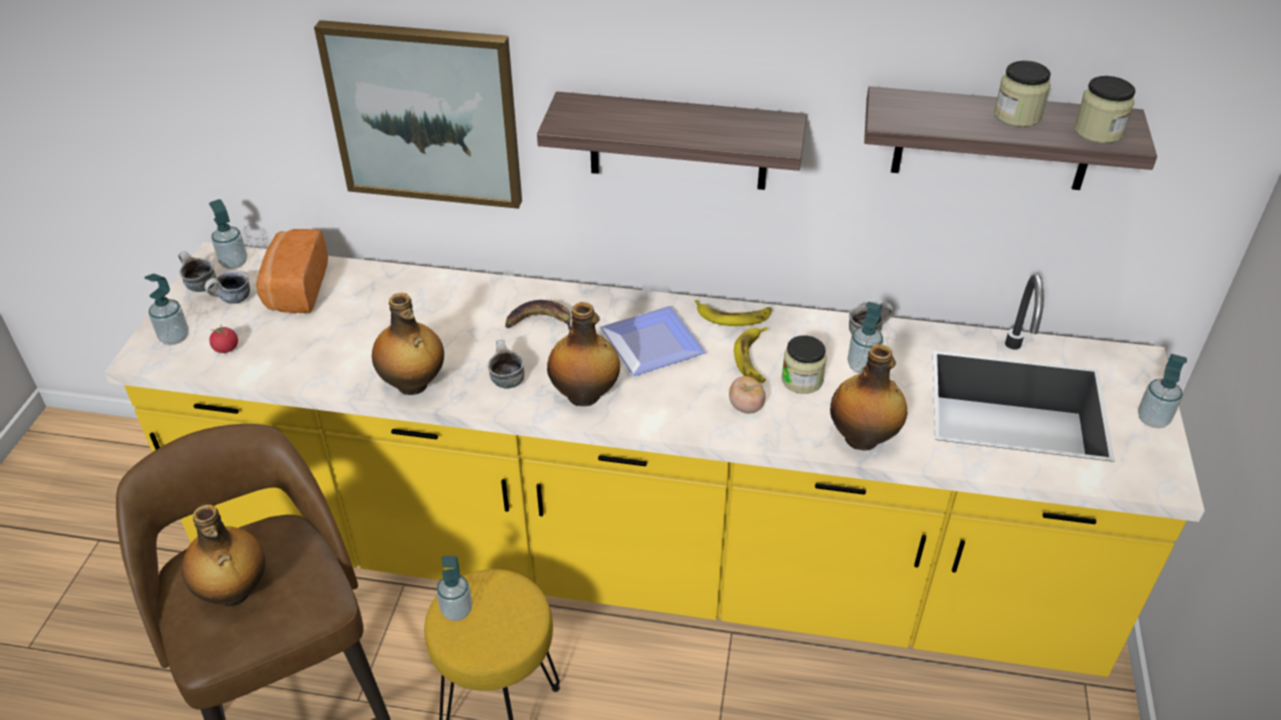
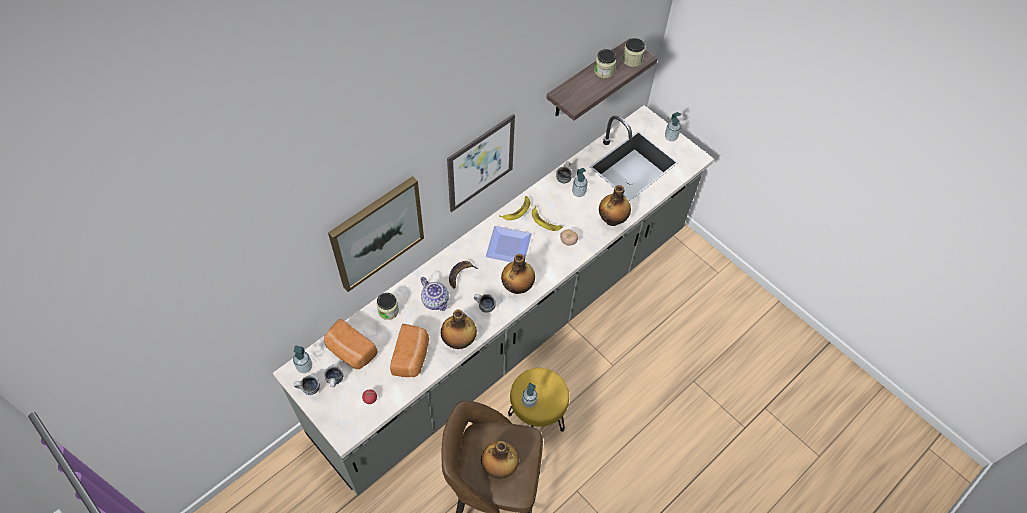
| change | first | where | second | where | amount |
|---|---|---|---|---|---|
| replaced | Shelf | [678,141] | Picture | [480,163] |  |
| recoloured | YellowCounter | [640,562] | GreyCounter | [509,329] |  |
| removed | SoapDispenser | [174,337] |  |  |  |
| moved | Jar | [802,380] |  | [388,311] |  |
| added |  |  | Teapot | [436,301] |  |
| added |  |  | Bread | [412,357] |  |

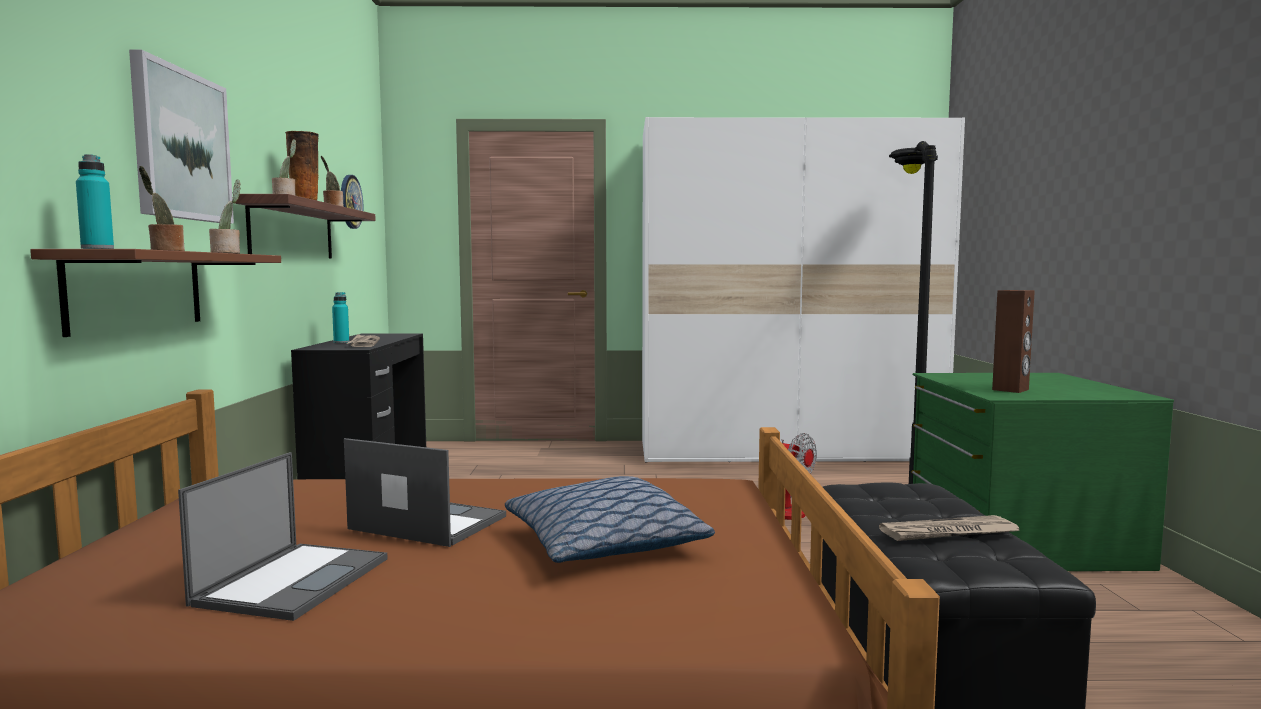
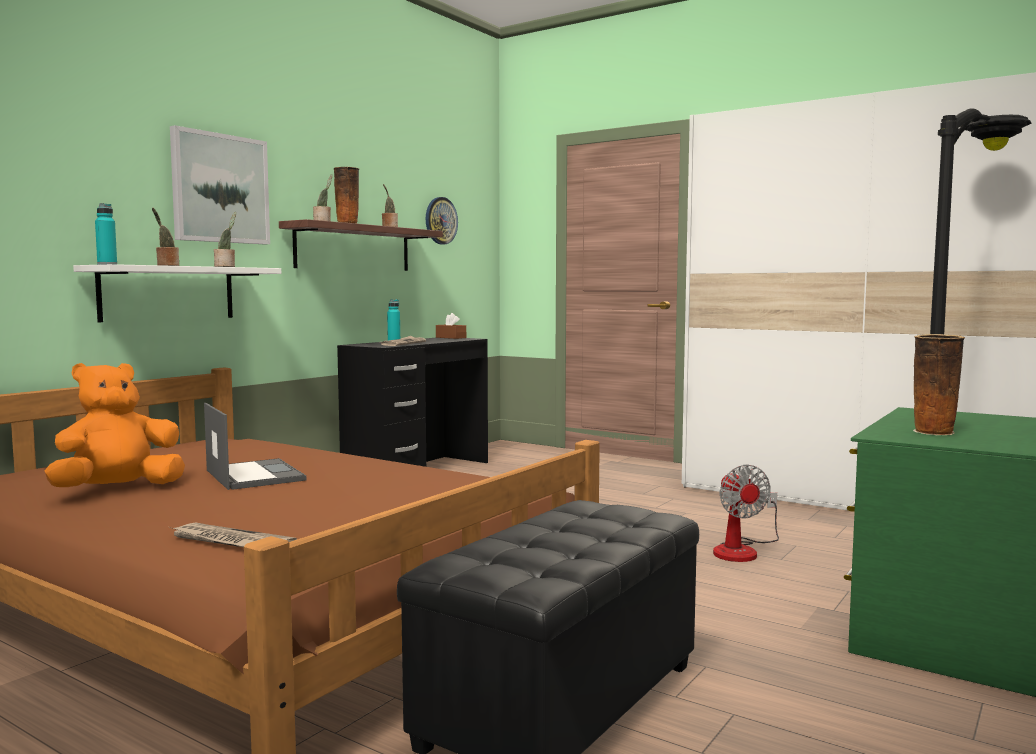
| change | first | where | second | where | amount |
|---|---|---|---|---|---|
| recoloured | BrownShelf | [137,290] | WhiteShelf | [168,293] |  |
| replaced | BrownSpeaker | [1011,390] | Vase | [934,432] |  |
| replaced | Laptop | [294,580] | OrangePlushToy | [118,490] |  |
| removed | Pillow | [605,544] |  |  |  |
| moved | Newspaper | [948,533] |  | [230,542] |  |
| added |  |  | BrownTissueBox | [451,337] |  |

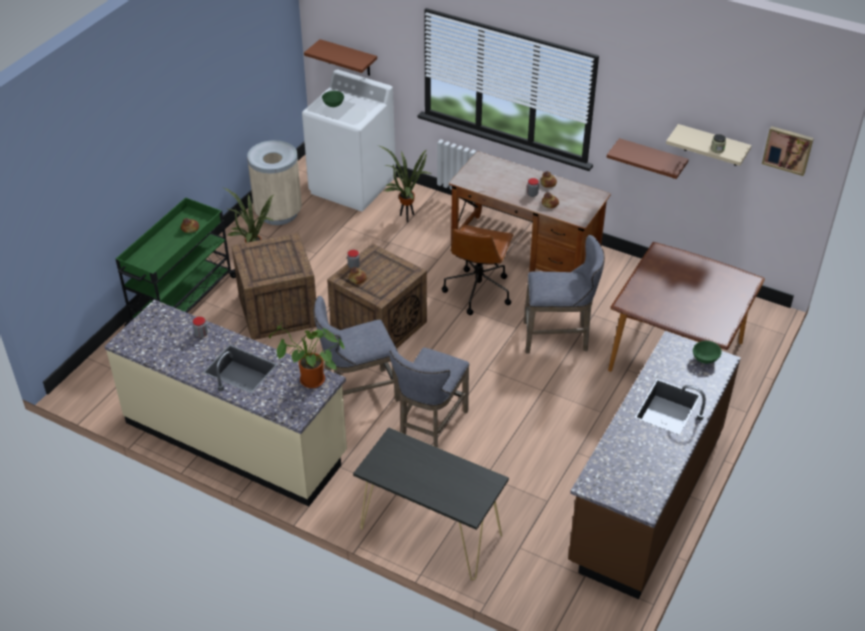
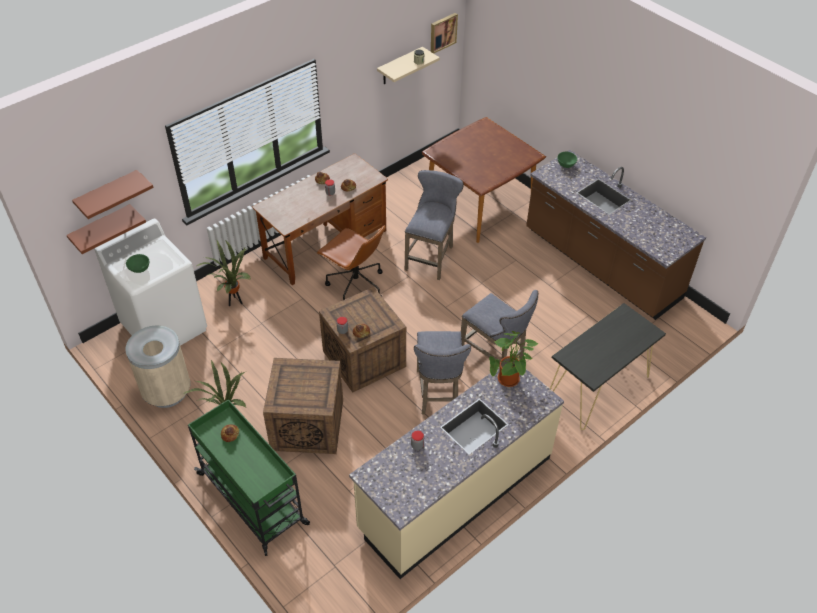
| change | first | where | second | where | amount |
|---|---|---|---|---|---|
| moved | BrownShelf | [651,159] |  | [108,194] |  |

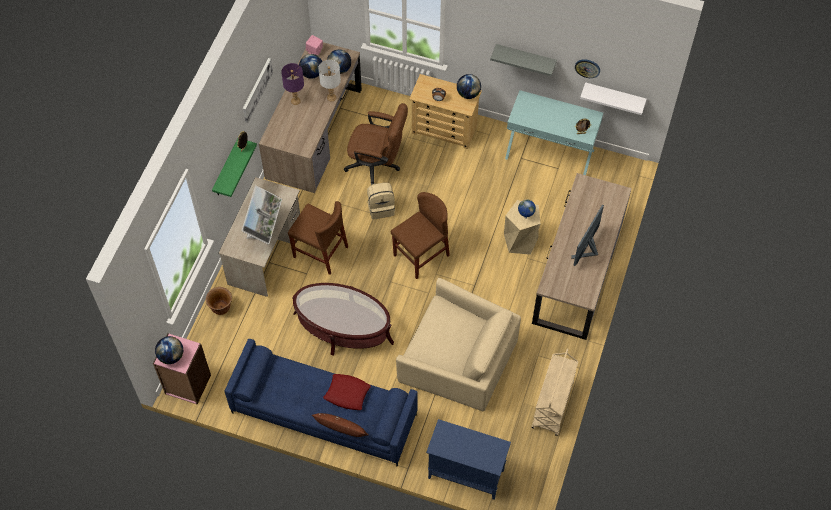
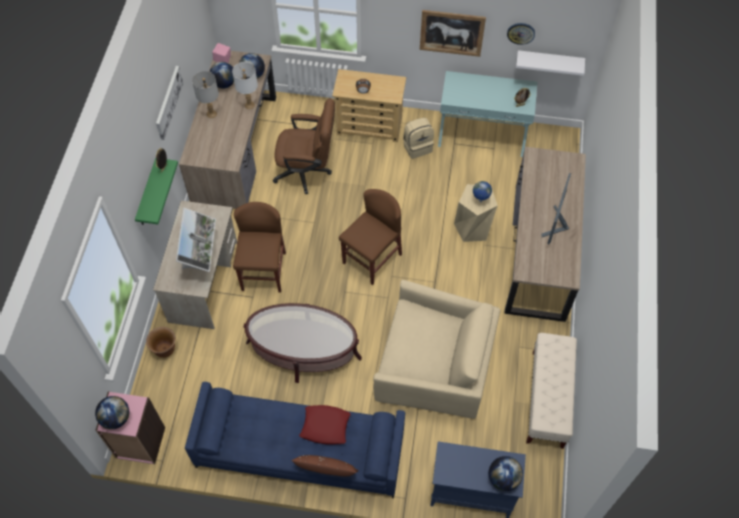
| change | first | where | second | where | amount |
|---|---|---|---|---|---|
| replaced | GreyShelf | [525,58] | Picture | [452,33] |  |
| recoloured | PurpleTableLamp | [296,101] | GreyTableLamp | [211,114] |  |
| moved | Globe | [468,94] |  | [503,478] |  |
| moved | BeigeBackpack | [381,208] |  | [417,147] |  |
| turned | BrownChair | [320,252] |  | [263,271] | 105 degrees counterclockwise |
| replaced | BeigeCart | [553,405] | BeigeBench | [547,399] |  |

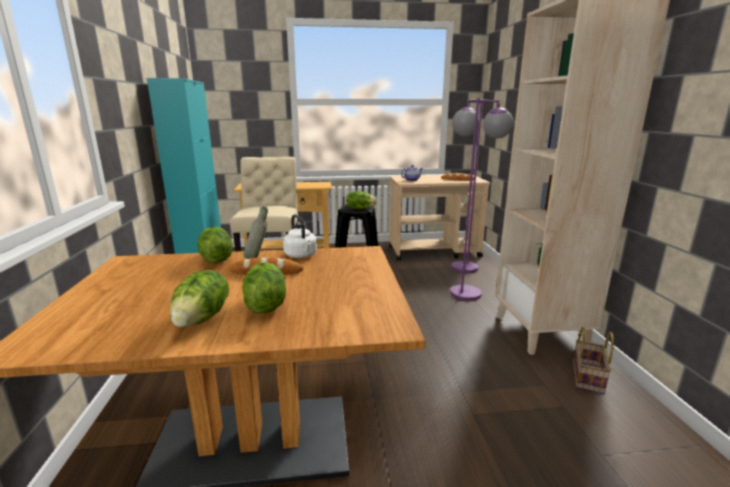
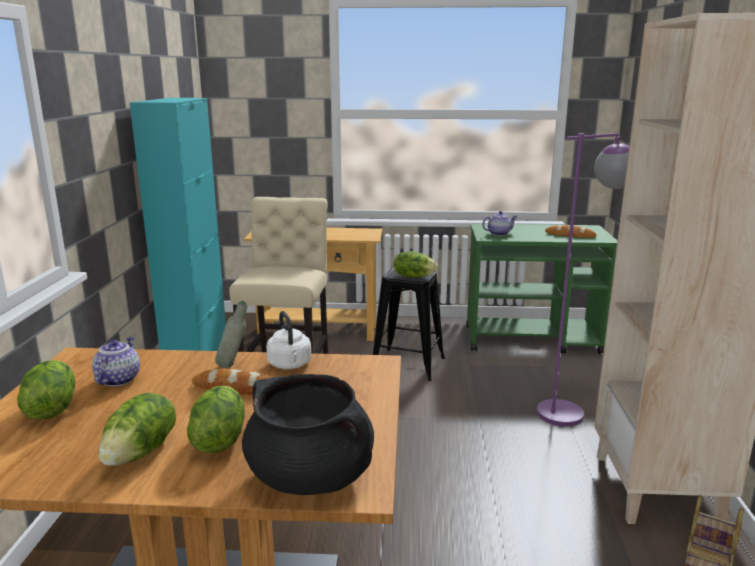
| change | first | where | second | where | amount |
|---|---|---|---|---|---|
| removed | PurpleFloorLamp | [460,271] |  |  |  |
| recoloured | BeigeCart | [434,252] | GreenCart | [532,340] |  |
| moved | Lettuce | [215,259] |  | [51,409] |  |
| added |  |  | Teapot | [118,379] |  |
| added |  |  | BlackCookingPot | [311,476] |  |

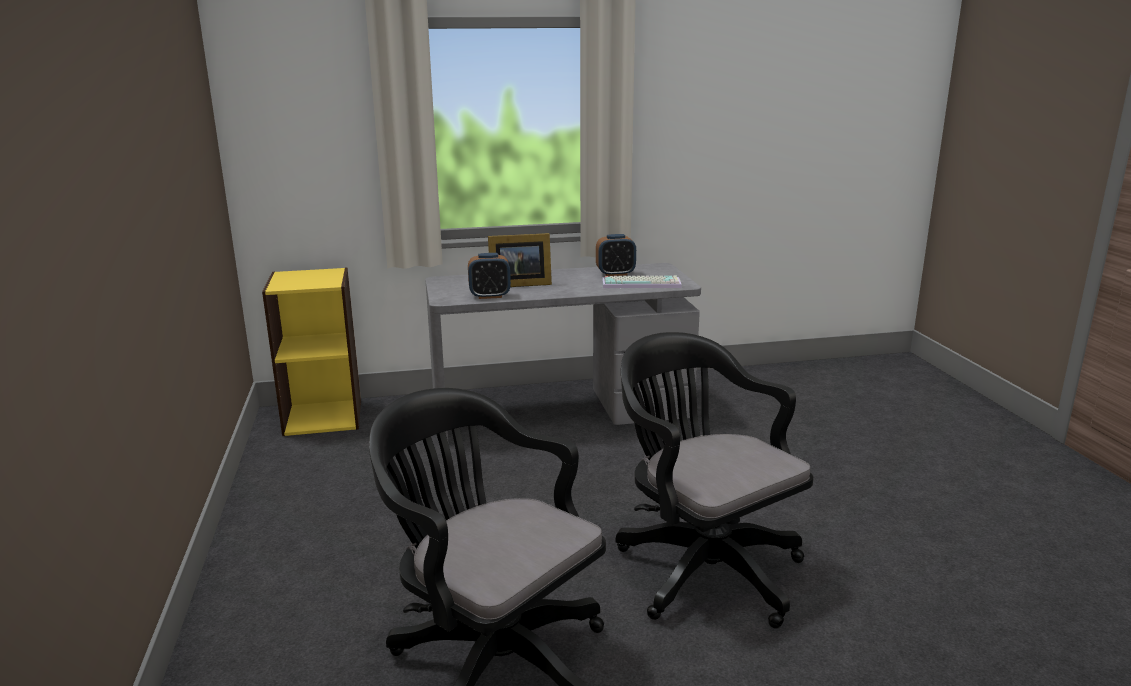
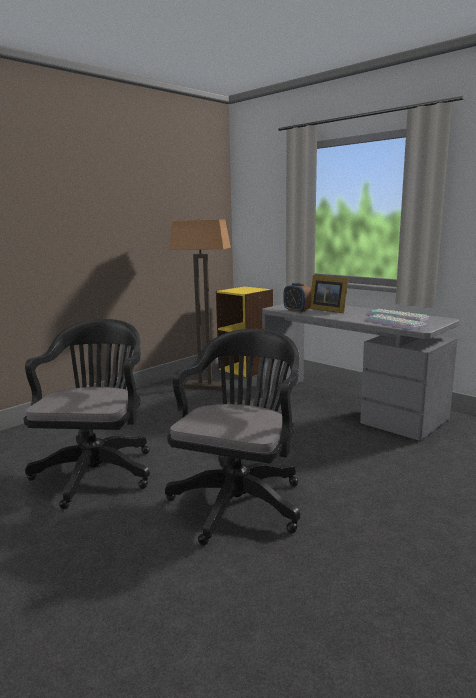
| change | first | where | second | where | amount |
|---|---|---|---|---|---|
| replaced | AlarmClock | [615,274] | Keyboard | [398,316] |  |
| added |  |  | FloorLamp | [206,386] |  |

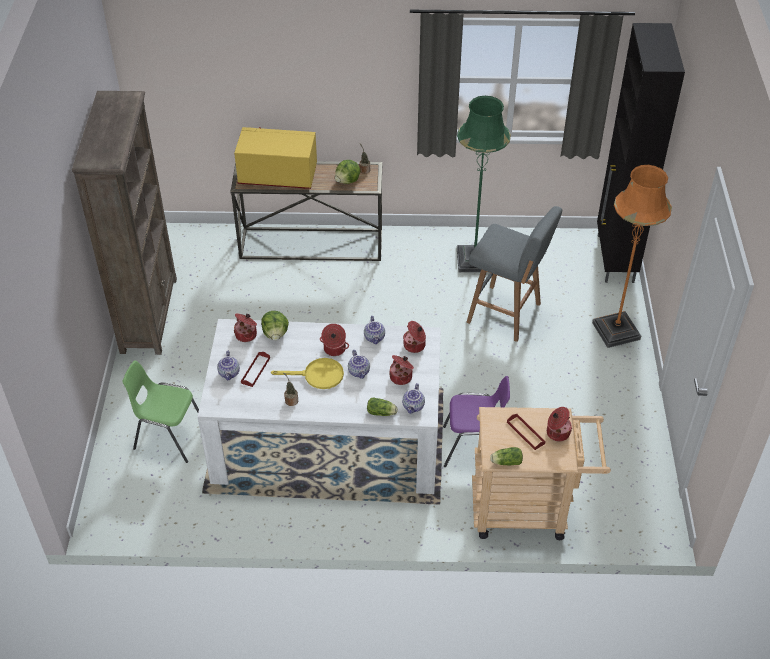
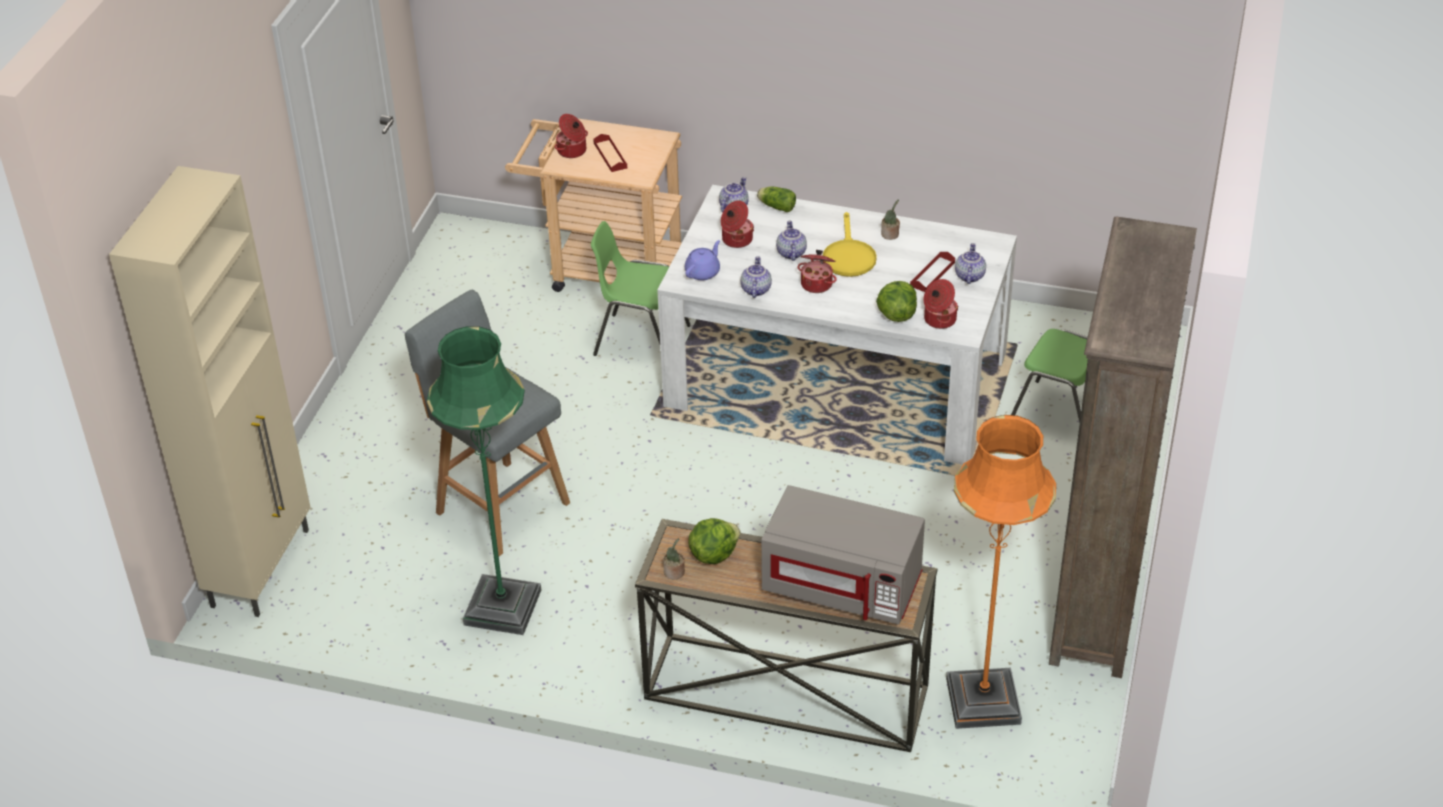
| change | first | where | second | where | amount |
|---|---|---|---|---|---|
| recoloured | BlackCabinet | [615,259] | BeigeCabinet | [262,567] |  |
| recoloured | YellowMicrowave | [277,176] | GreyMicrowave | [843,585] |  |
| moved | OrangeFloorLamp | [616,331] |  | [983,701] |  |
| replaced | CookingPot | [415,345] | PurpleTeapot | [703,272] |  |
| turned | YellowFryingPan | [317,376] |  | [848,256] | 105 degrees counterclockwise |
| recoloured | PurpleChair | [473,447] | GreenChair | [640,340] |  |
| removed | Lettuce | [505,462] |  |  |  |

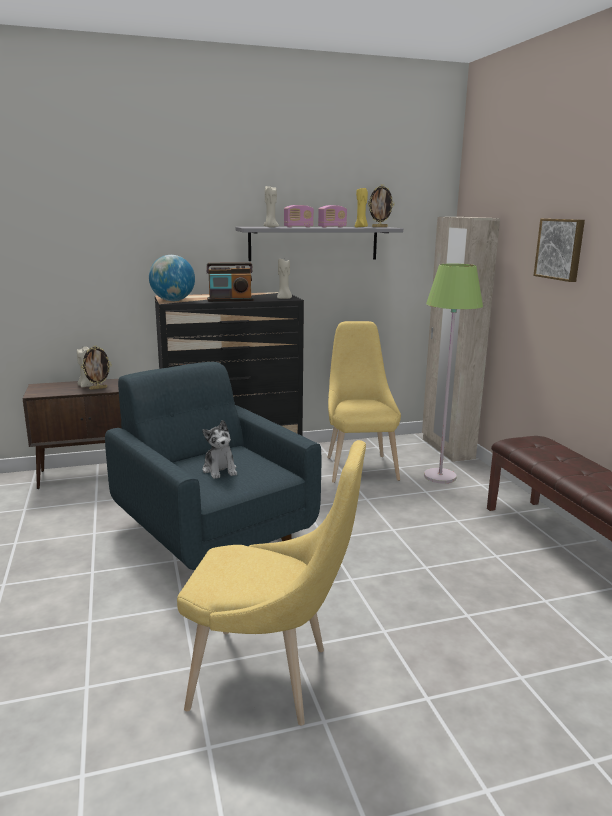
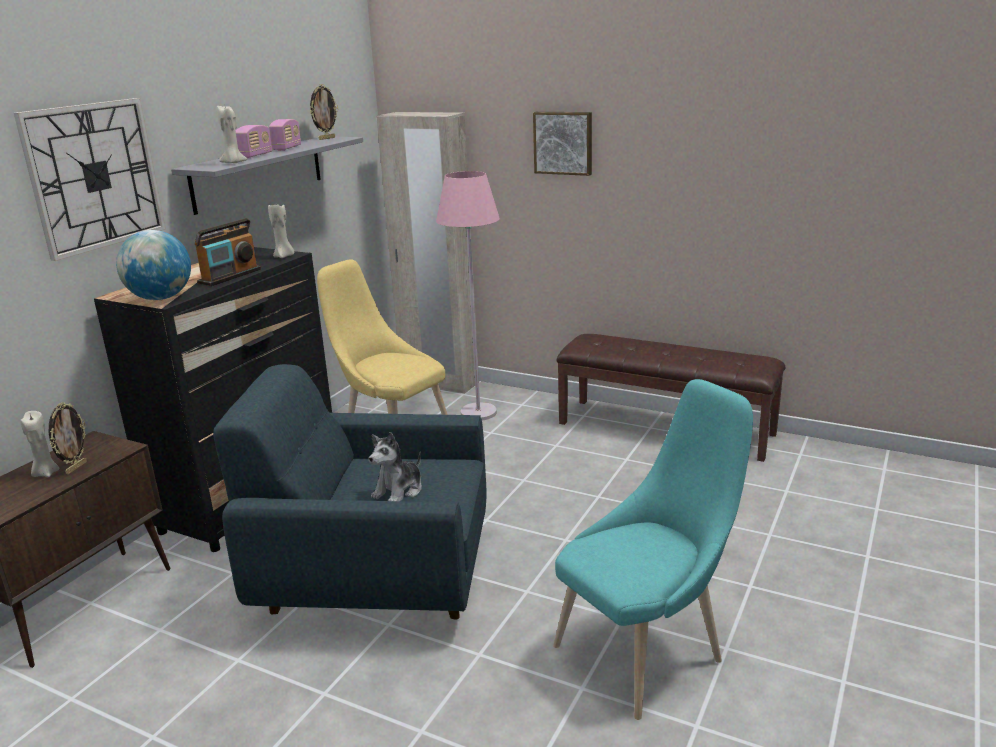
| change | first | where | second | where | amount |
|---|---|---|---|---|---|
| removed | YellowCandle | [361,227] |  |  |  |
| recoloured | GreenFloorLamp | [440,476] | PinkFloorLamp | [478,412] |  |
| turned | PlushToy | [220,470] |  | [399,491] | 105 degrees clockwise |
| recoloured | YellowChair | [270,678] | TurquoiseChair | [647,651] |  |
| added |  |  | WallClock | [94,176] |  |

